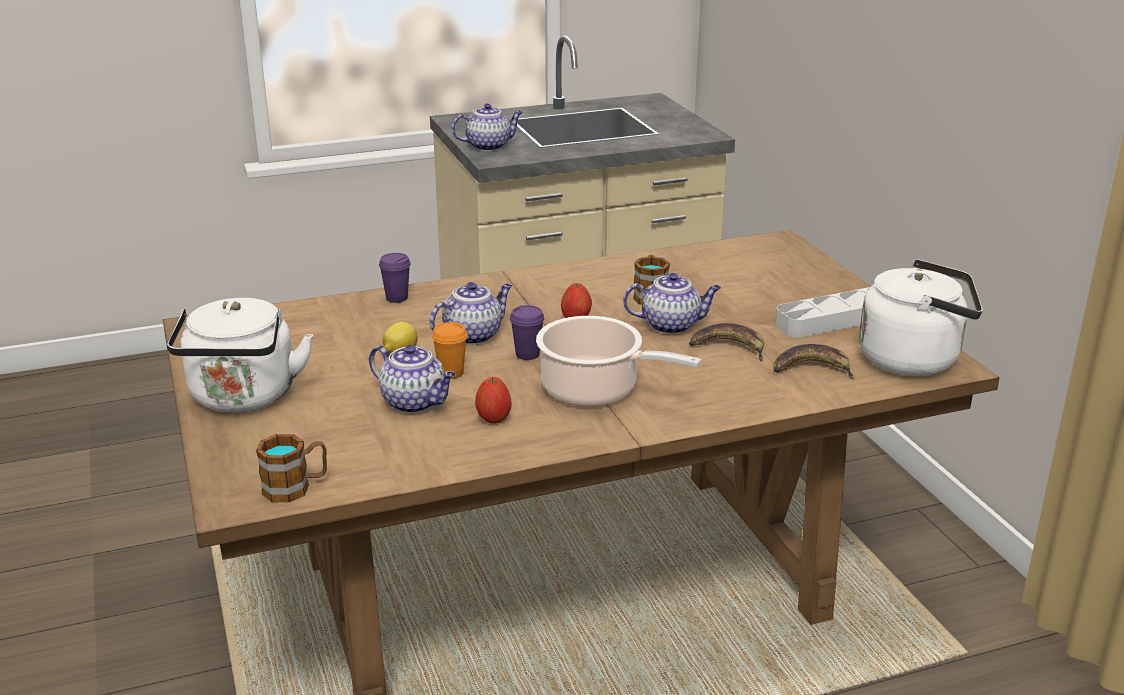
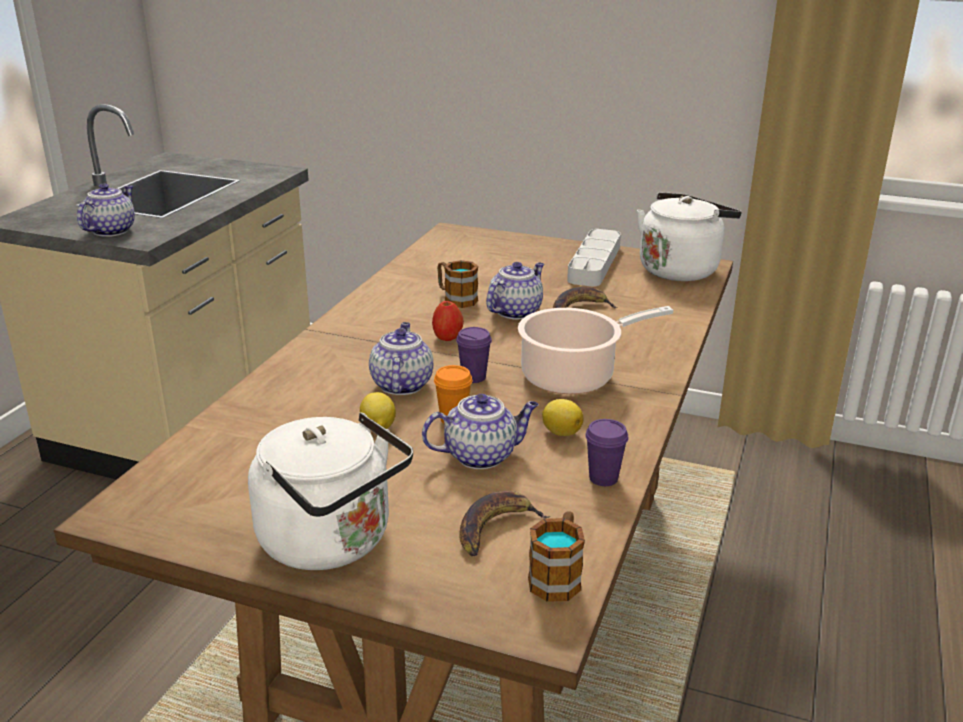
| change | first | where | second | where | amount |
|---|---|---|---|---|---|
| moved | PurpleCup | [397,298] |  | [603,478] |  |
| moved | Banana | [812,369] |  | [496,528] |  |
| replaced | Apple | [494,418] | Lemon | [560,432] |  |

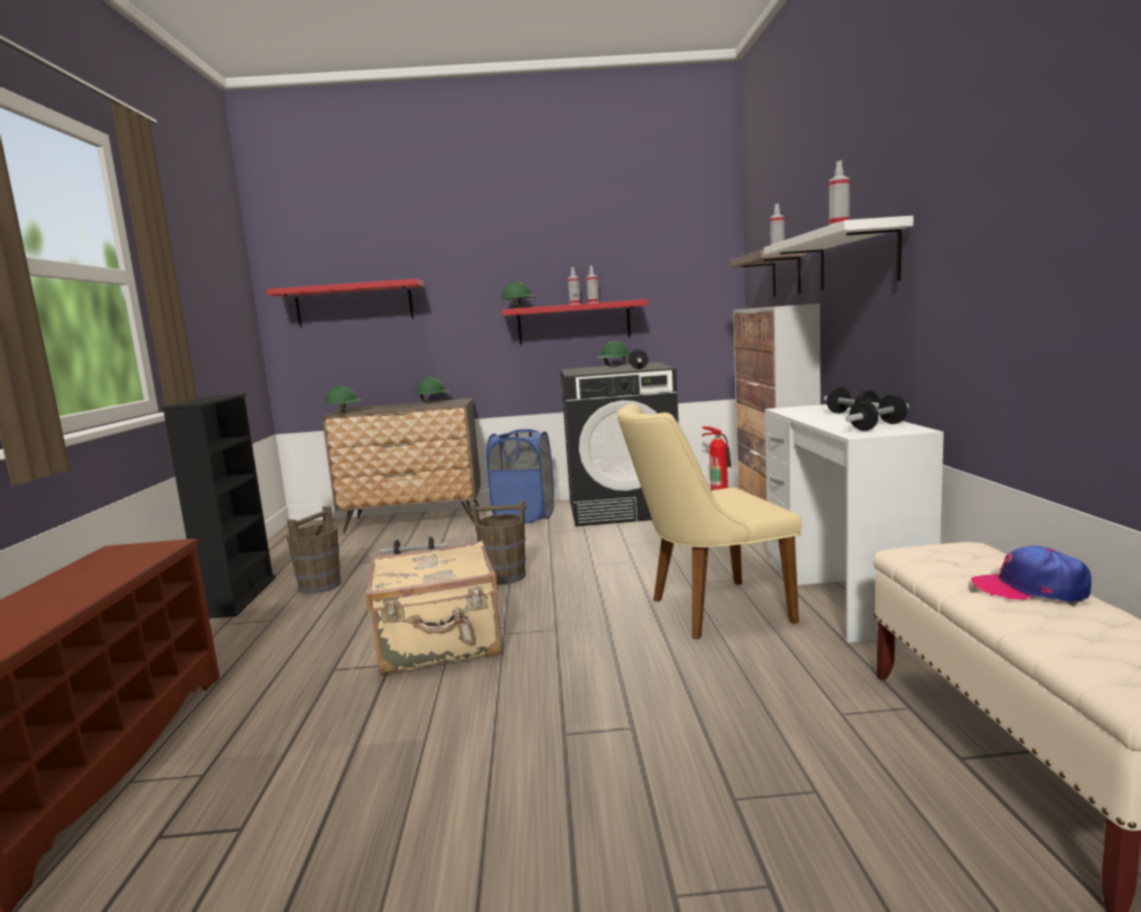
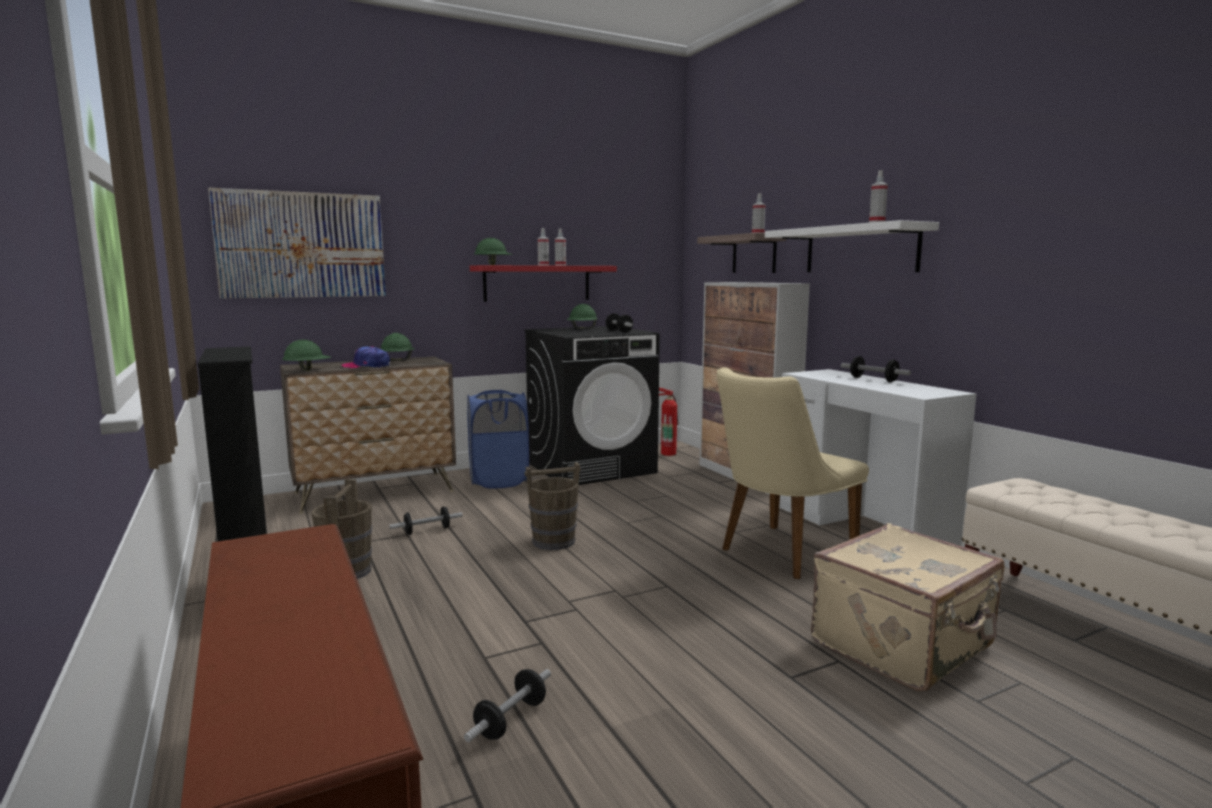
| change | first | where | second | where | amount |
|---|---|---|---|---|---|
| replaced | RedShelf | [354,304] | Picture | [302,245] |  |
| moved | Dumbbell | [878,427] |  | [511,720] |  |
| moved | BeigeSuitcase | [440,645] |  | [904,646] |  |
| moved | Cap | [1030,589] |  | [367,366] |  |

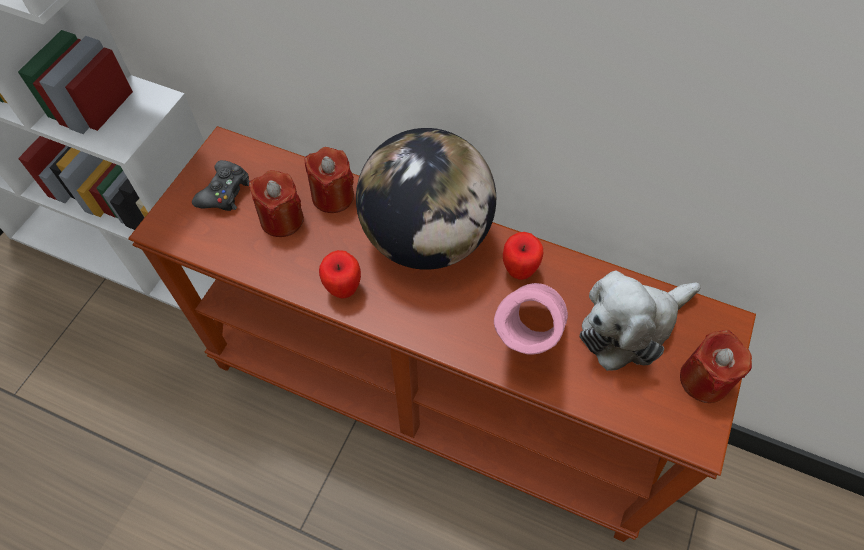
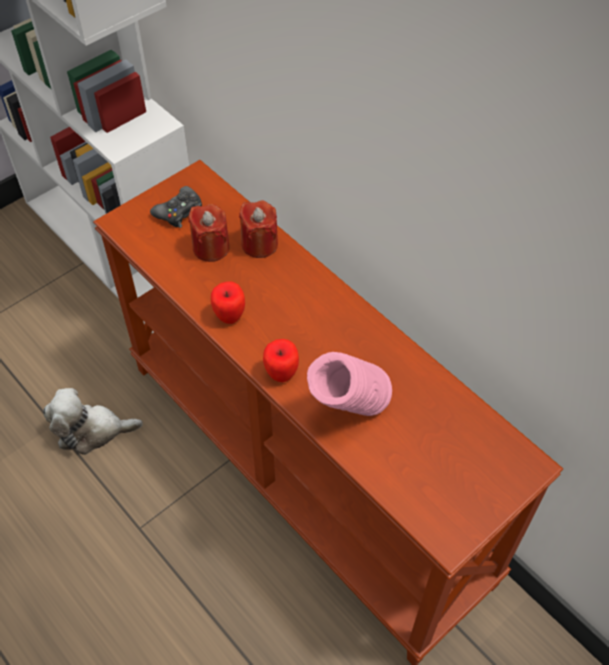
| change | first | where | second | where | amount |
|---|---|---|---|---|---|
| removed | Globe | [426,239] |  |  |  |
| moved | Apple | [519,270] |  | [281,374] |  |
| moved | PlushToy | [630,327] |  | [92,431] |  |
| removed | RedCandle | [704,380] |  |  |  |

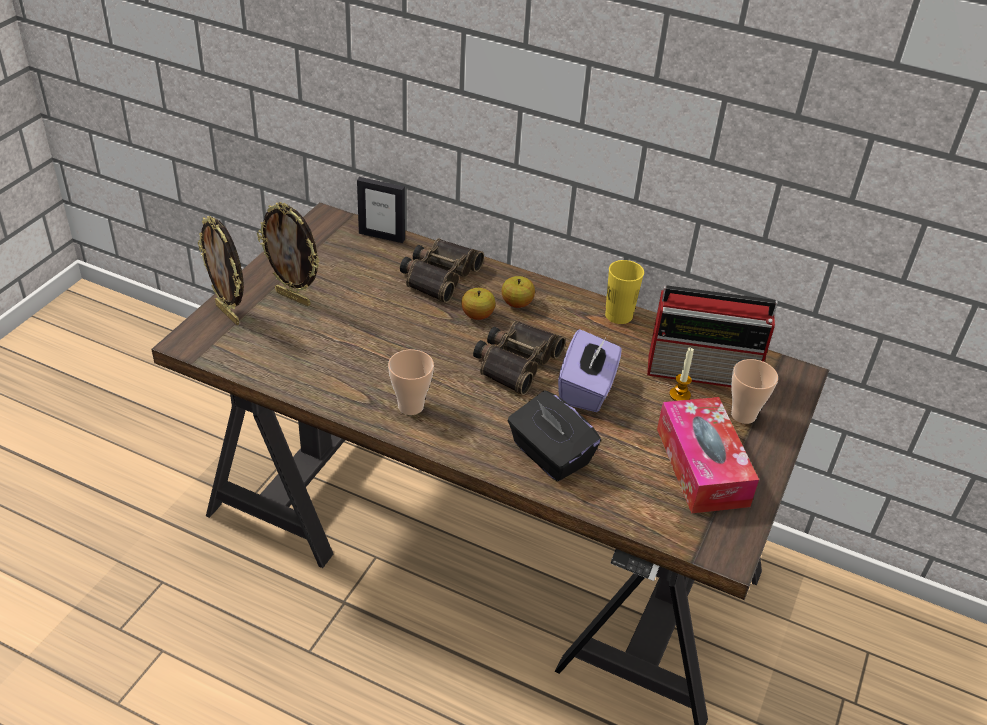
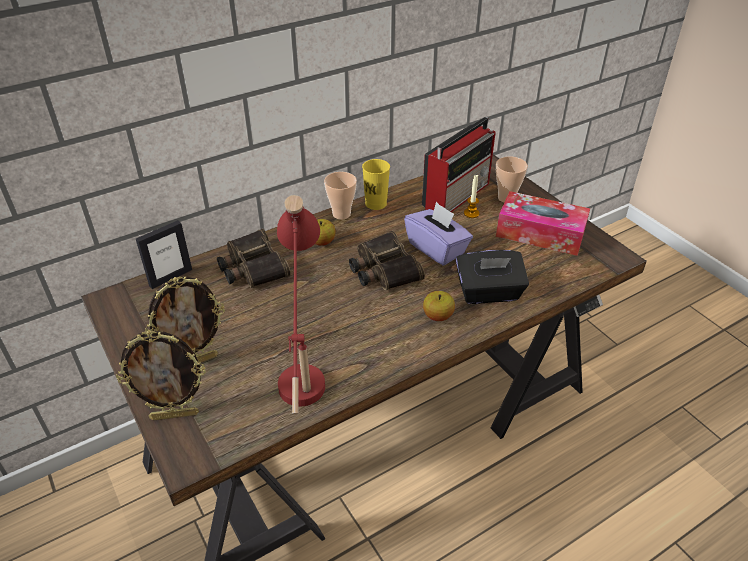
| change | first | where | second | where | amount |
|---|---|---|---|---|---|
| moved | Apple | [477,315] |  | [438,316] |  |
| moved | Cup | [411,406] |  | [341,214] |  |
| added |  |  | RedTableLamp | [302,361] |  |

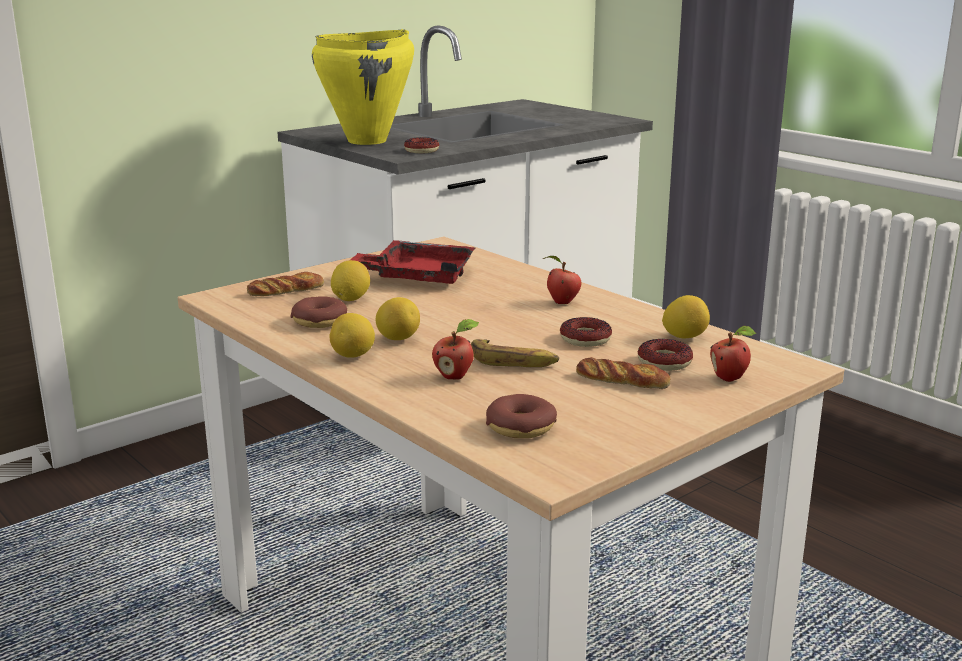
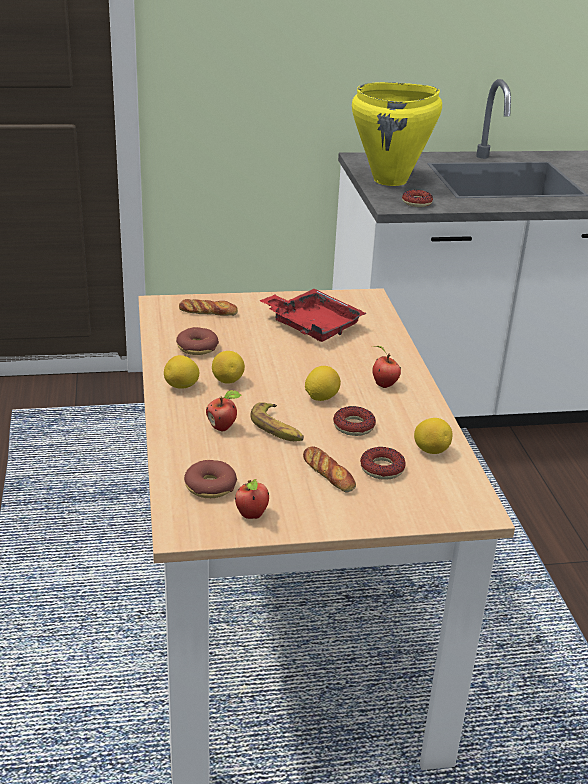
| change | first | where | second | where | amount |
|---|---|---|---|---|---|
| moved | Lemon | [350,299] |  | [321,397] |  |
| moved | Apple | [730,379] |  | [252,516] |  |

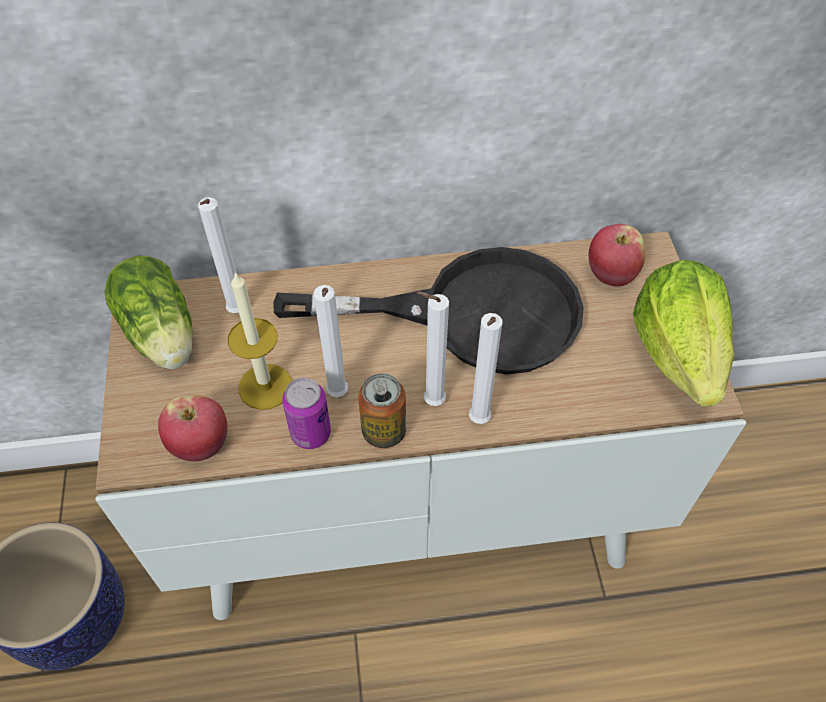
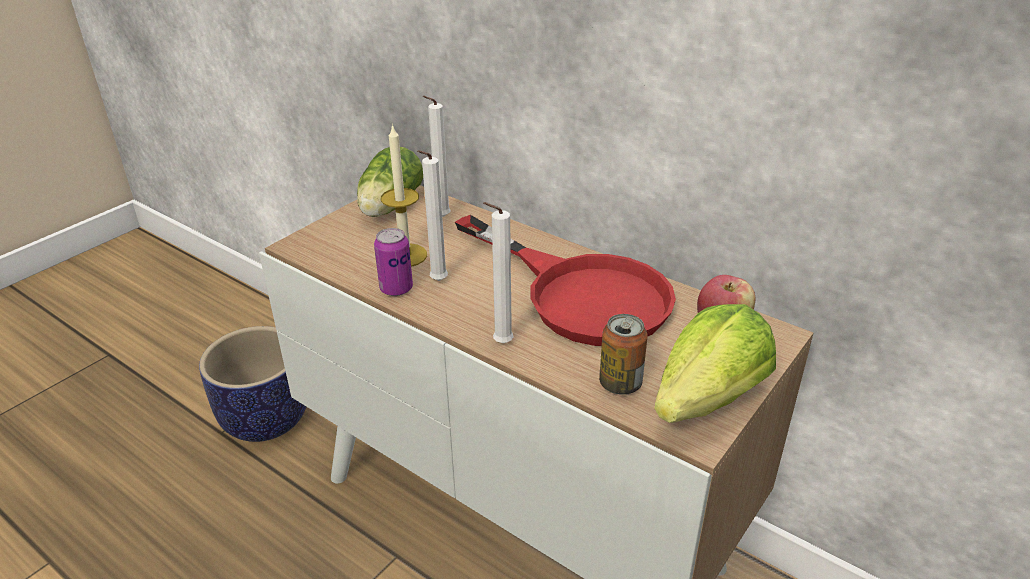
| change | first | where | second | where | amount |
|---|---|---|---|---|---|
| recoloured | BlackFryingPan | [471,315] | RedFryingPan | [579,293] |  |
| removed | WhiteCandle | [430,402] |  |  |  |
| moved | Can | [384,431] |  | [620,383] |  |
| removed | Apple | [201,444] |  |  |  |

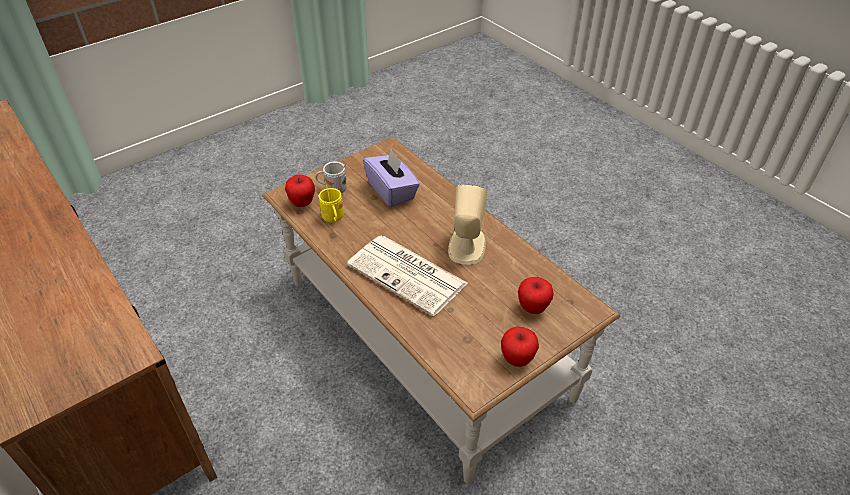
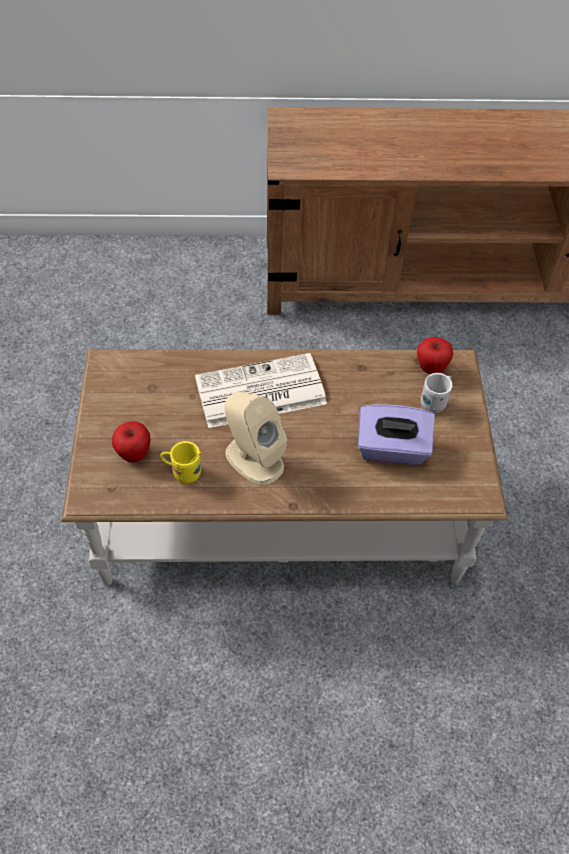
| change | first | where | second | where | amount |
|---|---|---|---|---|---|
| moved | YellowMug | [333,219] |  | [183,472] |  |
| removed | Apple | [517,359] |  |  |  |

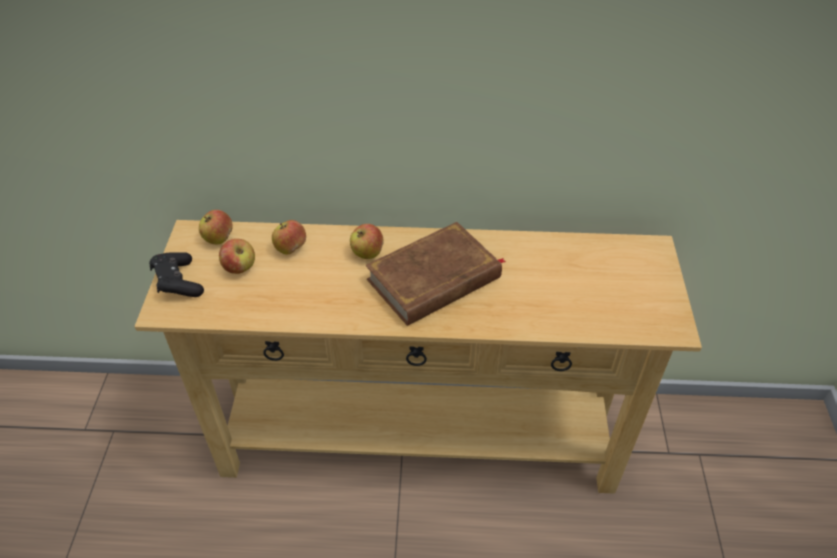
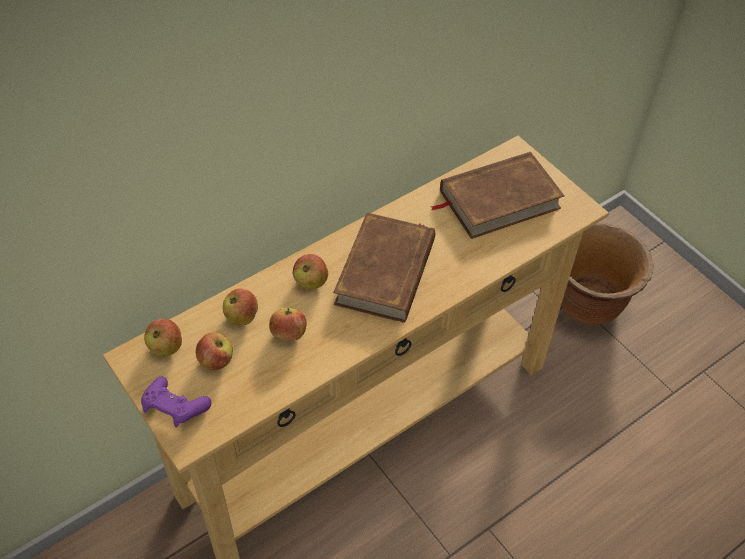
| change | first | where | second | where | amount |
|---|---|---|---|---|---|
| recoloured | BlackGameController | [178,283] | PurpleGameController | [175,409] |  |
| added |  |  | BrownBook | [498,199] |  |
| added |  |  | BrownPlanter | [589,305] |  |
| added |  |  | Apple | [288,334] |  |

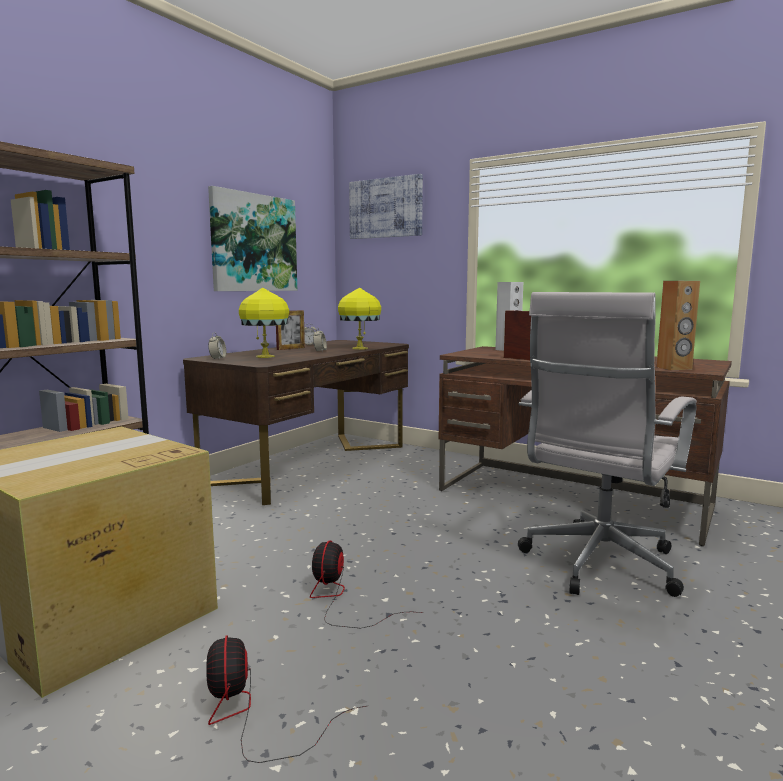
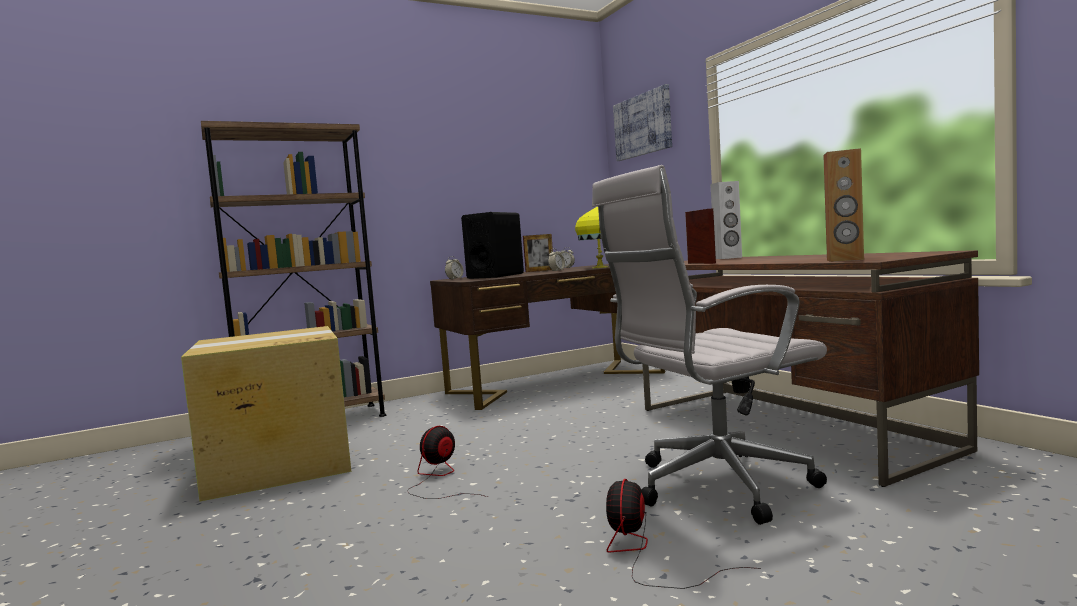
| change | first | where | second | where | amount |
|---|---|---|---|---|---|
| removed | Picture | [254,243] |  |  |  |
| replaced | YellowTableLamp | [265,356] | BlackSpeaker | [496,276] |  |
| moved | Fan | [252,715] |  | [646,554] |  |

